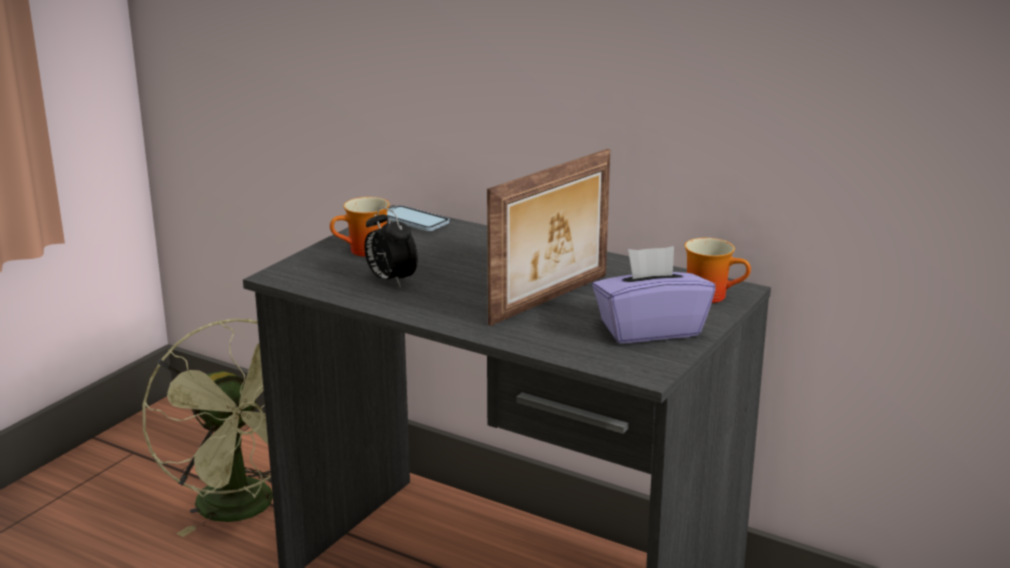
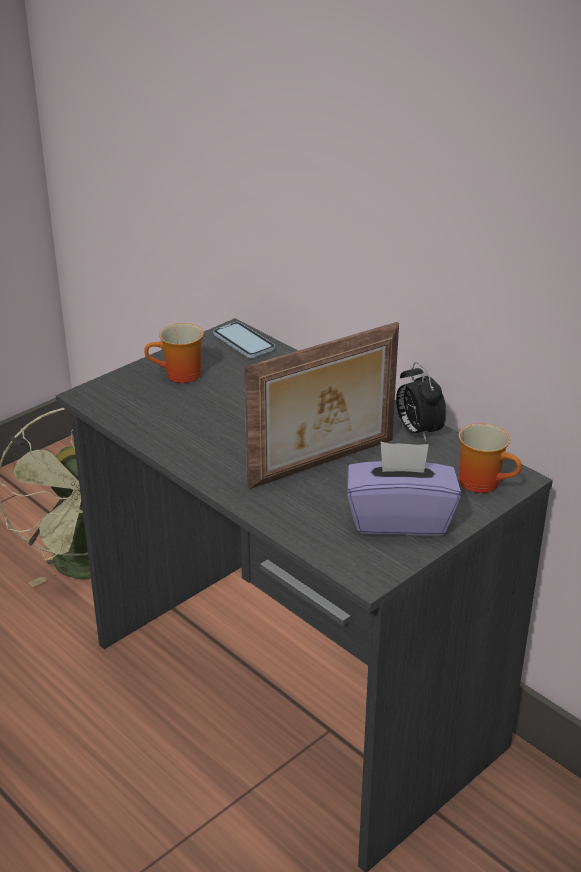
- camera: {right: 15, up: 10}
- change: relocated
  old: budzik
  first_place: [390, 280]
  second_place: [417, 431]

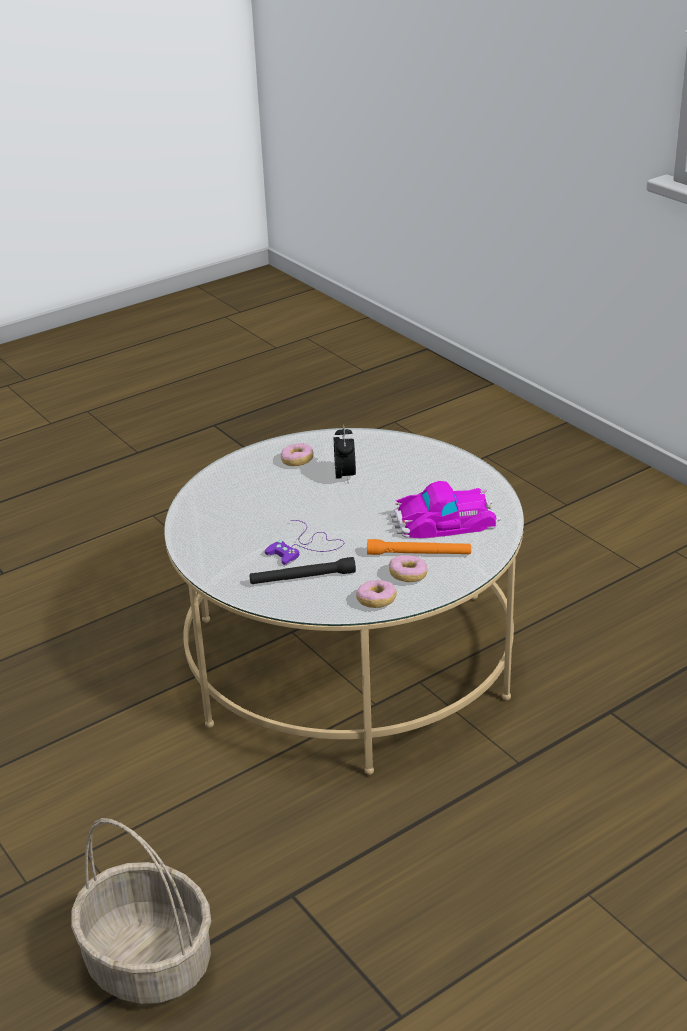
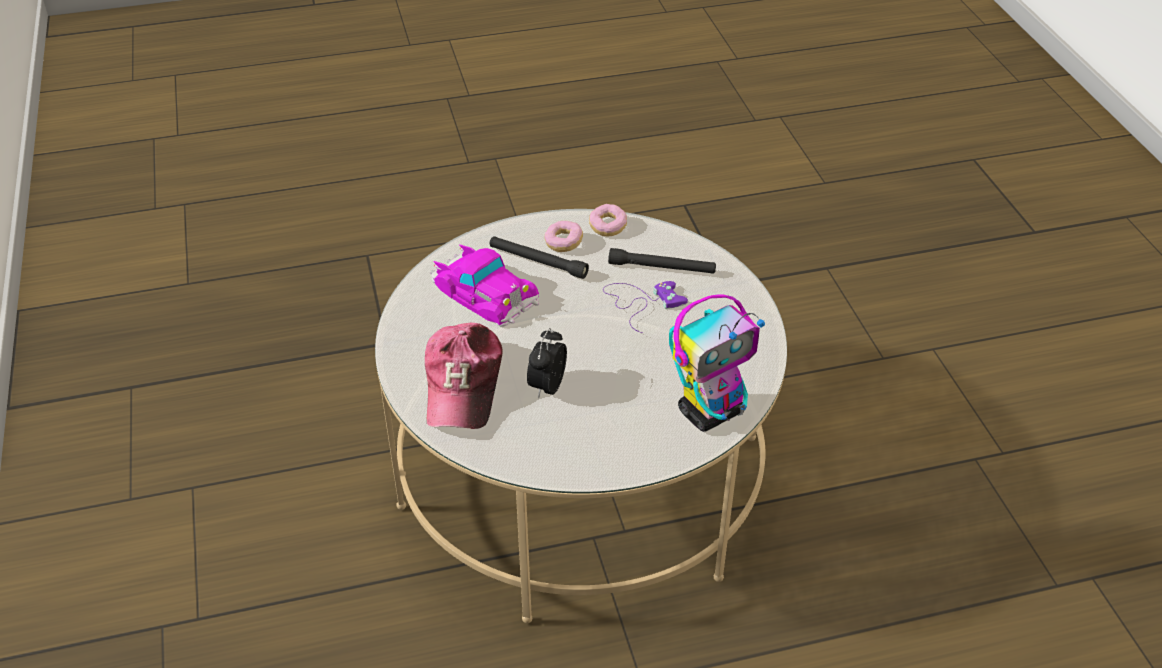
- camera: {right: -160, up: 10}
- change: missing
  old: donut
  first_place: [297, 461]
- change: spun
  old: samochodzik
  first_place: [445, 521]
  second_place: [484, 292]
  degrees: -150
- change: colour
  old: latarka (pomarańczowy)
  new: latarka (czarny)
  first_place: [419, 554]
  second_place: [538, 262]
- change: missing
  old: koszyk
  first_place: [147, 962]
- change: appeared
  new: robot zabawkowy
  second_place: [711, 411]
- change: appeared
  new: czapka z daszkiem
  second_place: [463, 385]

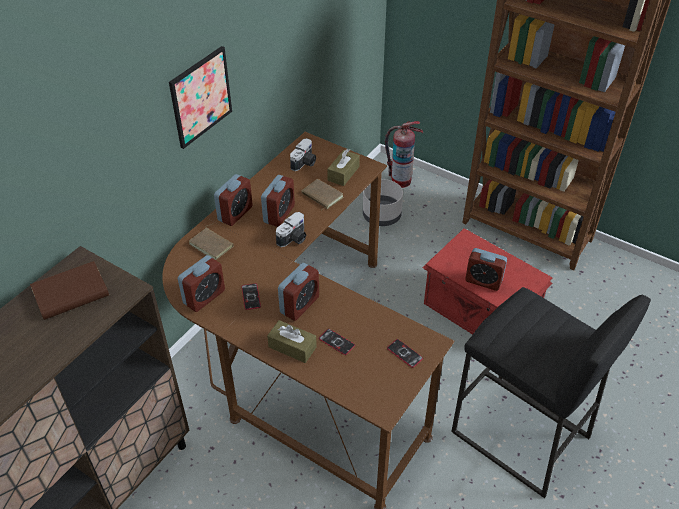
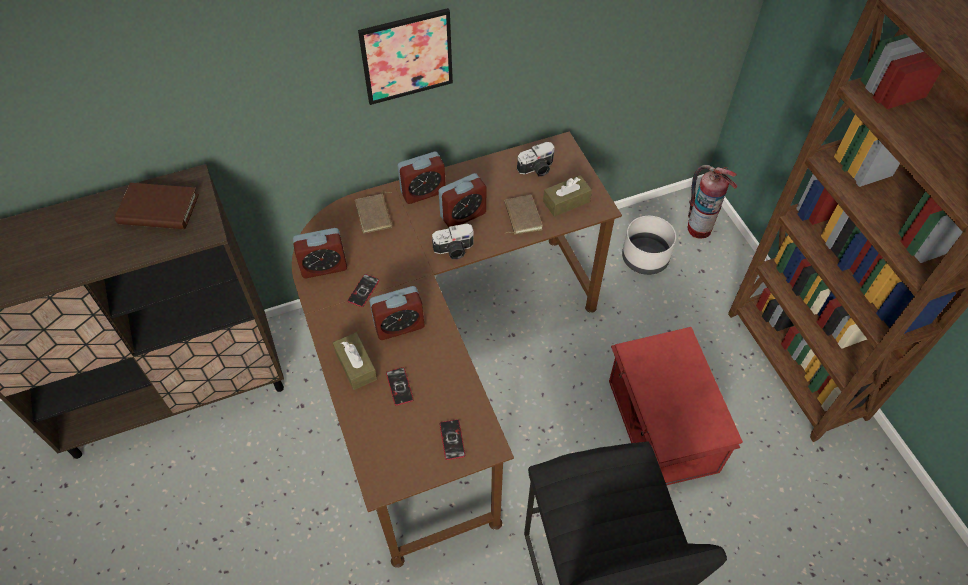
- camera: {right: 35, up: 10}
- change: missing
  old: budzik
  first_place: [483, 281]

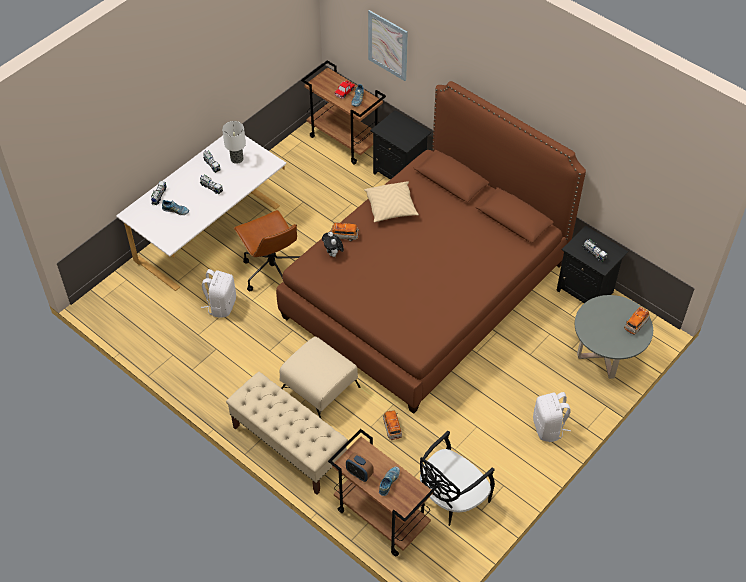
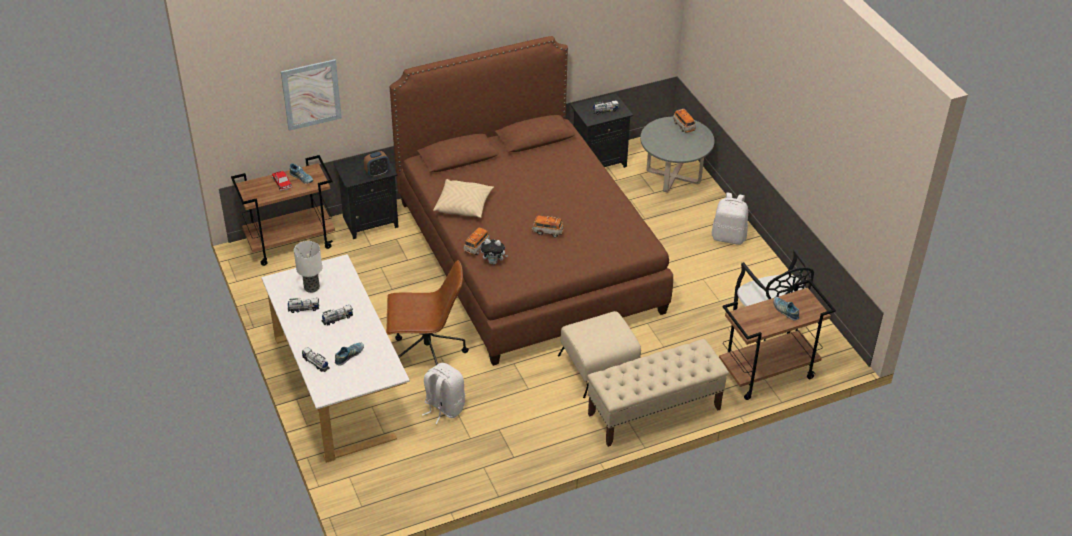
- camera: {right: -65, up: -10}
- change: relocated
  old: samochodzik
  first_place: [392, 428]
  second_place: [547, 232]
- change: relocated
  old: budzik
  first_place: [359, 473]
  second_place: [377, 173]

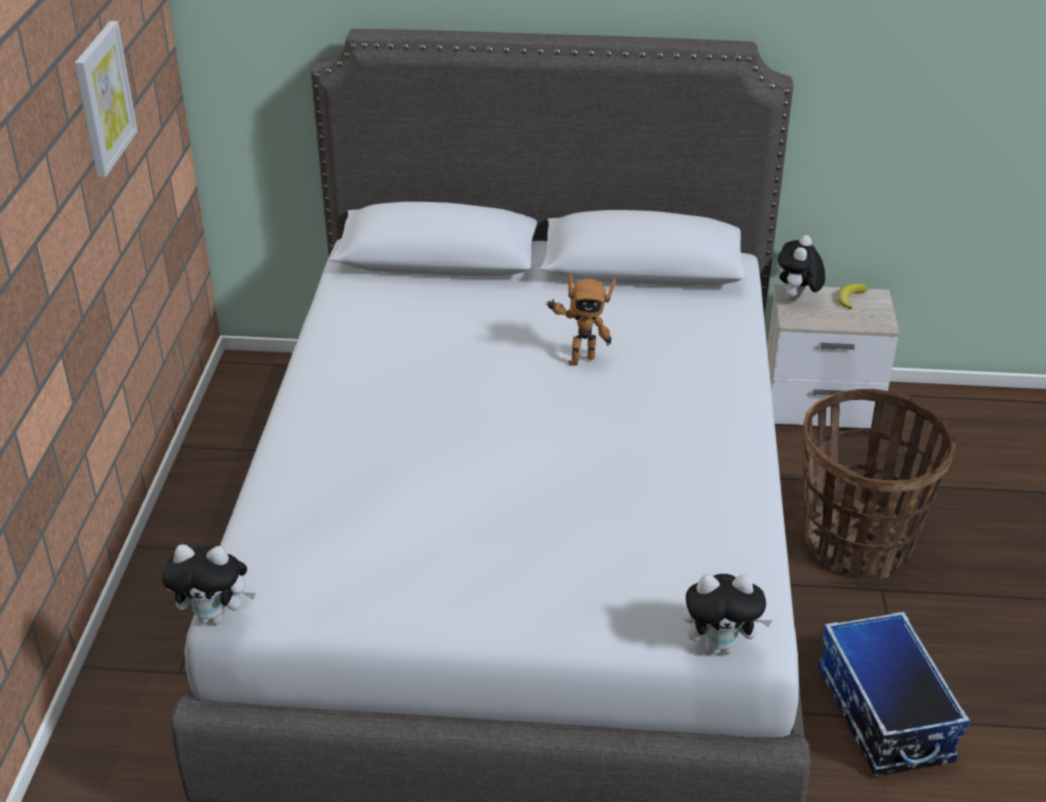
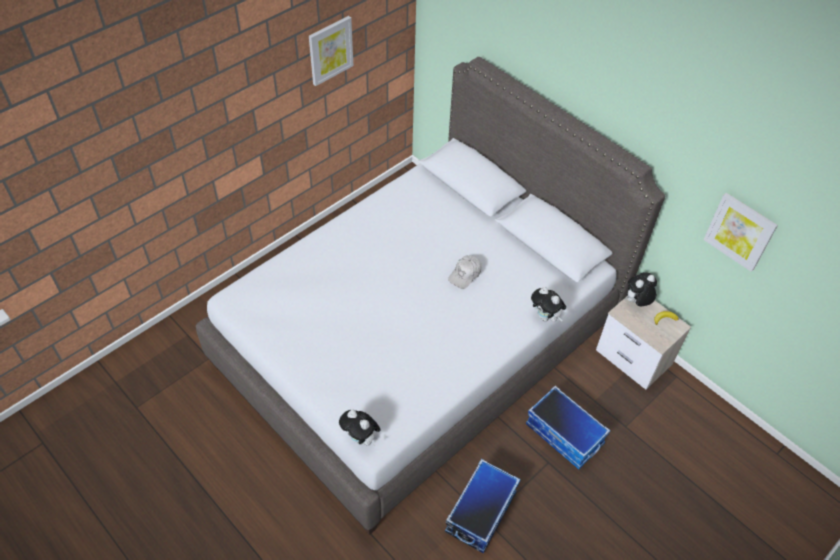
- camera: {right: 40, up: 15}
- change: exchanged
  old: robot zabawkowy
  new: czapka z daszkiem (biały)
  first_place: [579, 359]
  second_place: [465, 275]
- change: exchanged
  old: koszyk
  new: pojemnik do przechowywania
  first_place: [858, 543]
  second_place: [565, 434]
- change: relocated
  old: pluszak
  first_place: [215, 616]
  second_place: [545, 317]
- change: appeared
  new: obraz
  second_place: [740, 231]

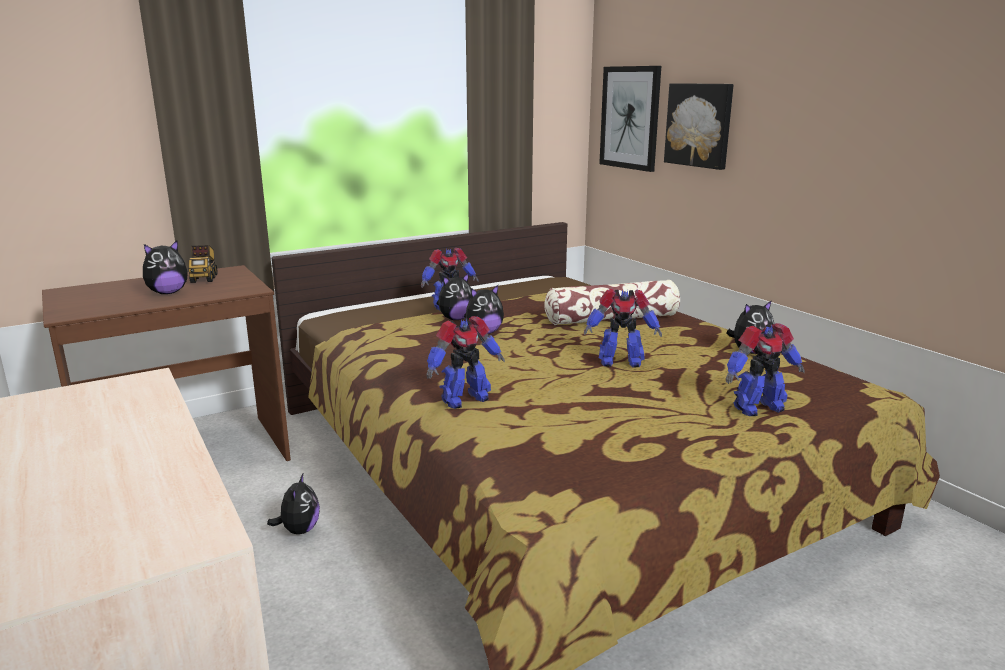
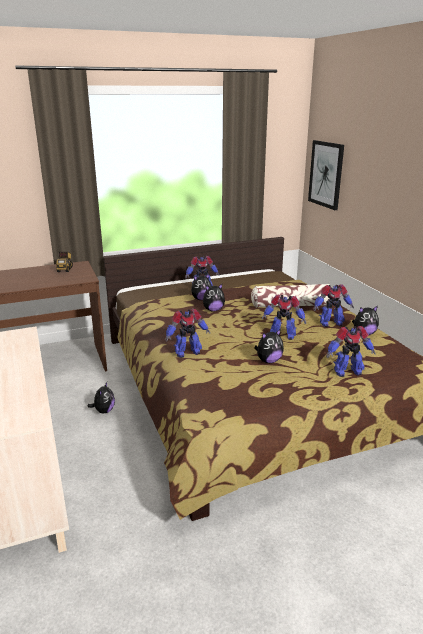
- camera: {right: 10, up: 5}
- change: missing
  old: obraz
  first_place: [699, 125]
- change: relocated
  old: pluszak
  first_place: [168, 293]
  second_place: [268, 361]
- change: appeared
  new: robot zabawkowy
  second_place: [330, 323]

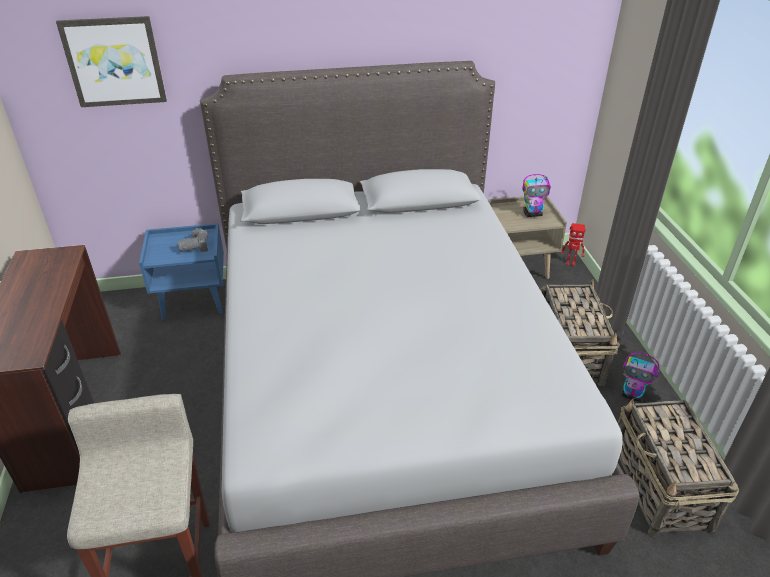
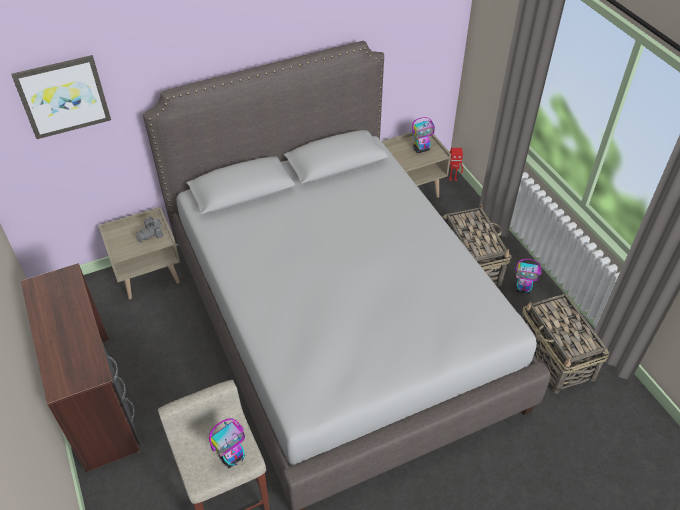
- camera: {right: -15, up: 10}
- change: colour
  old: szafka nocna (niebieski)
  new: szafka nocna (beżowy)
  first_place: [194, 301]
  second_place: [149, 275]
- change: appeared
  new: robot zabawkowy
  second_place: [232, 457]

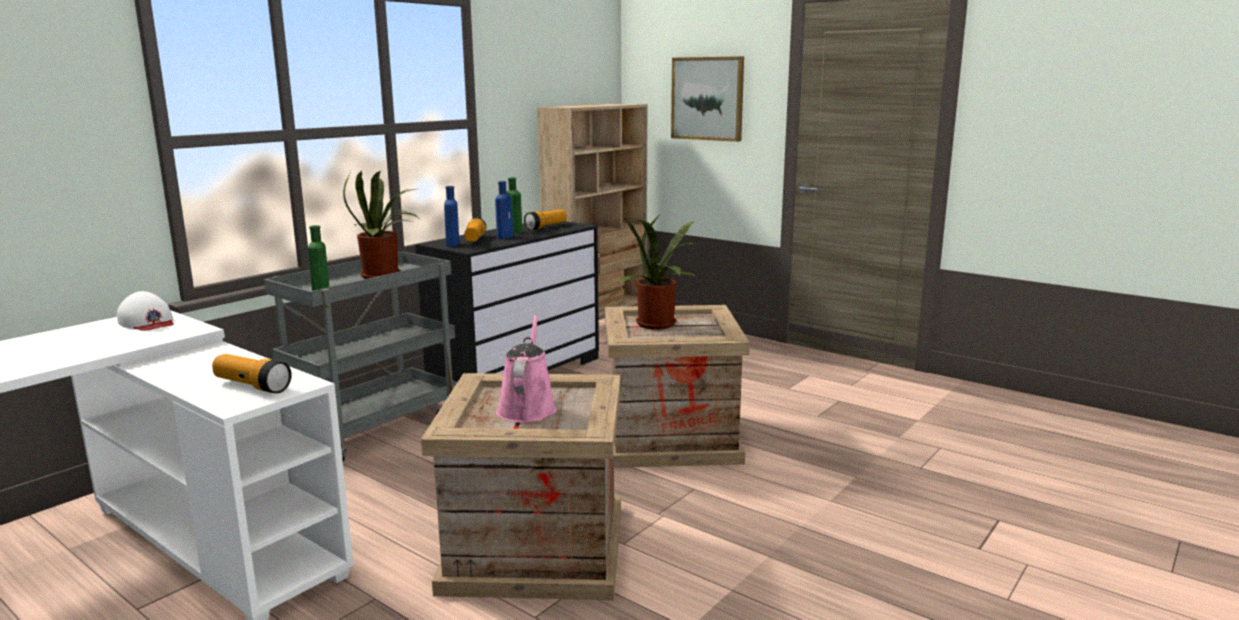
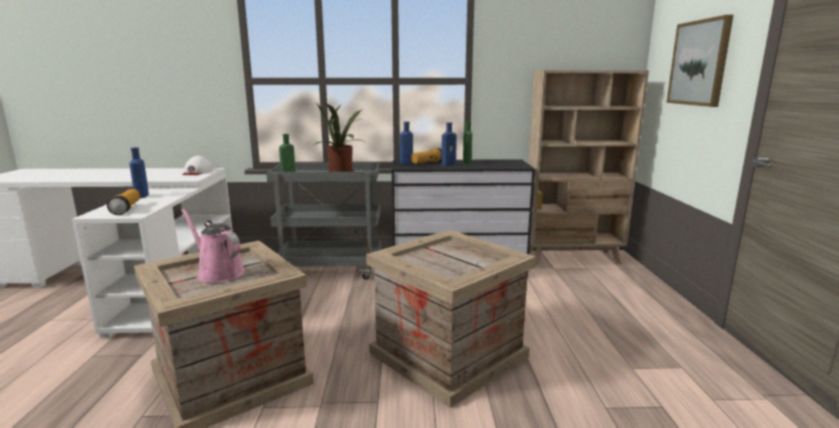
- camera: {right: 50, up: 0}
- change: missing
  old: latarka
  first_place: [546, 227]
- change: missing
  old: roślina doniczkowa
  first_place: [659, 325]
- change: spun
  old: konewka (różowy)
  first_place: [527, 408]
  second_place: [218, 273]
  degrees: -105
- change: appeared
  new: butelka (niebieski)
  second_place: [141, 196]

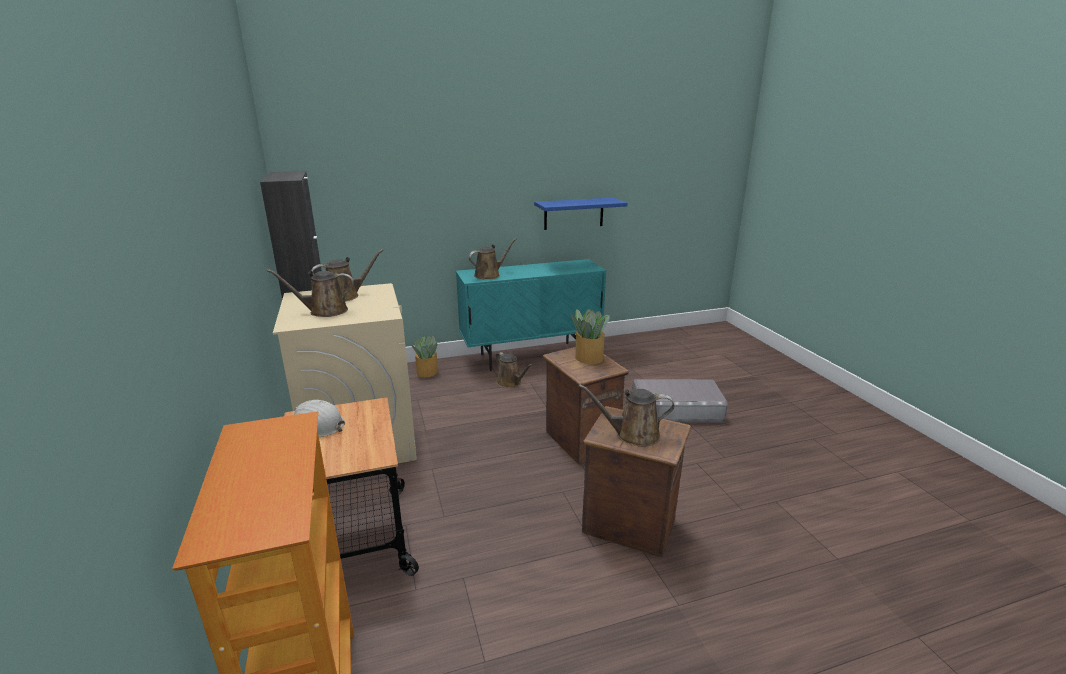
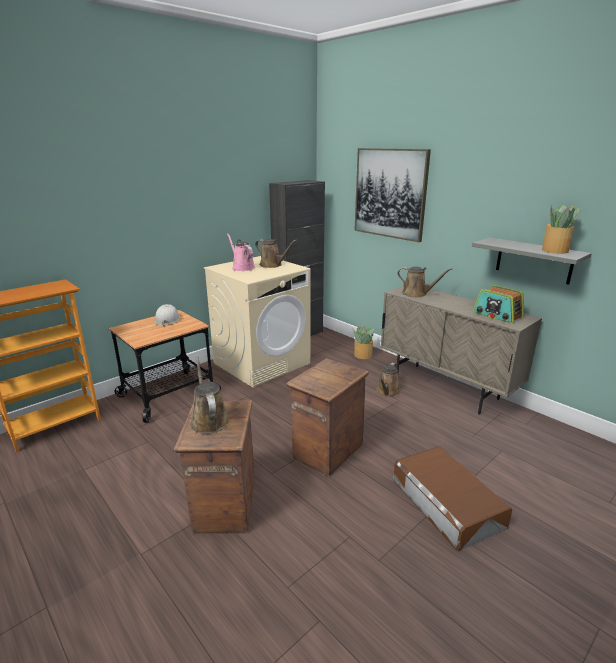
- camera: {right: 65, up: 0}
- change: colour
  old: półka (niebieski)
  new: półka (szary)
  first_place: [573, 213]
  second_place: [534, 260]
- change: colour
  old: szafka (turkusowy)
  new: szafka (beżowy)
  first_place: [531, 356]
  second_place: [445, 388]
- change: colour
  old: konewka (brązowy)
  new: konewka (różowy)
  first_place: [324, 311]
  second_place: [242, 267]
- change: relocated
  old: roślina doniczkowa
  first_place: [588, 357]
  second_place: [555, 250]
- change: colour
  old: pojemnik do przechowywania (szary)
  new: pojemnik do przechowywania (brązowy)
  first_place: [676, 409]
  second_place: [447, 502]
- change: appeared
  new: obraz
  second_place: [390, 193]
- change: appeared
  new: radio
  second_place: [497, 315]

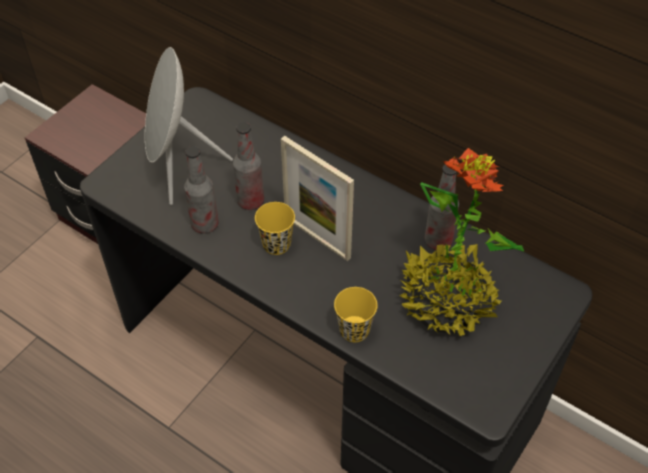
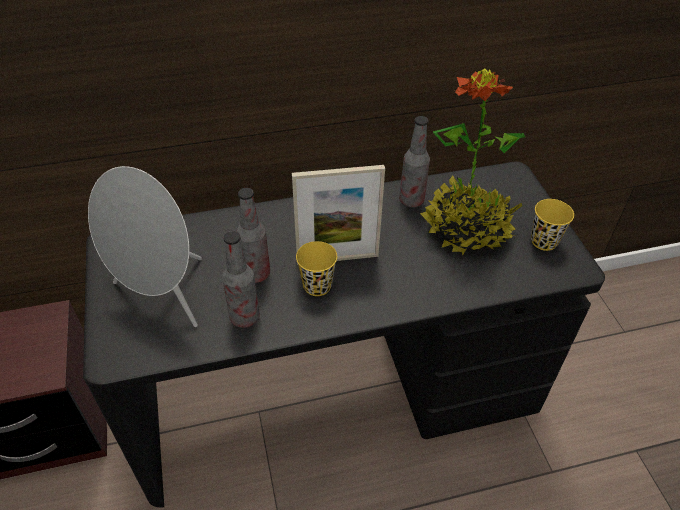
- camera: {right: -50, up: -5}
- change: relocated
  old: filiżanka (żółty)
  first_place: [354, 330]
  second_place: [544, 241]

